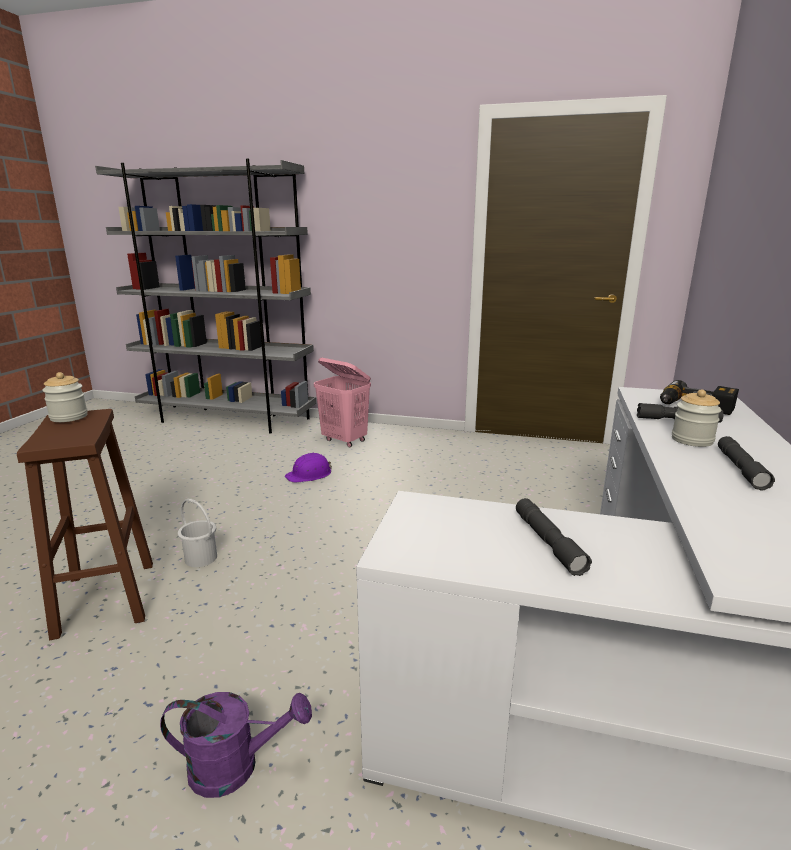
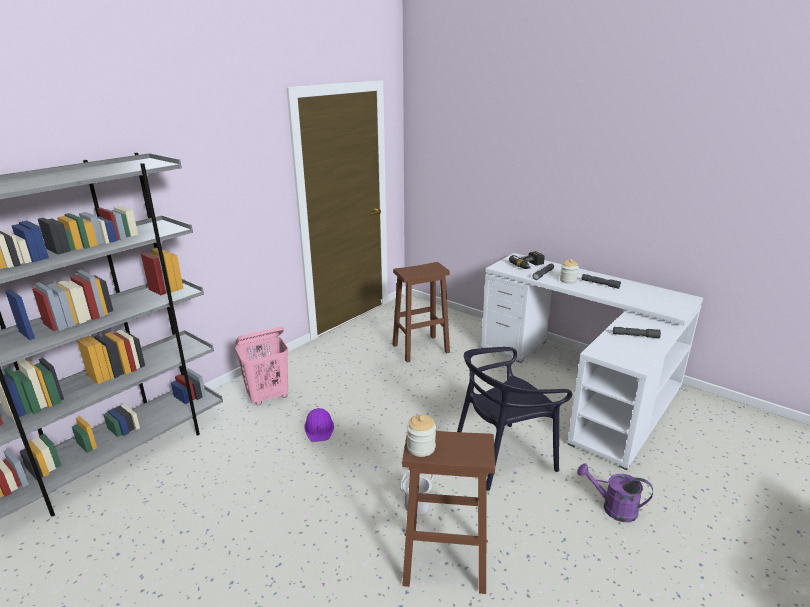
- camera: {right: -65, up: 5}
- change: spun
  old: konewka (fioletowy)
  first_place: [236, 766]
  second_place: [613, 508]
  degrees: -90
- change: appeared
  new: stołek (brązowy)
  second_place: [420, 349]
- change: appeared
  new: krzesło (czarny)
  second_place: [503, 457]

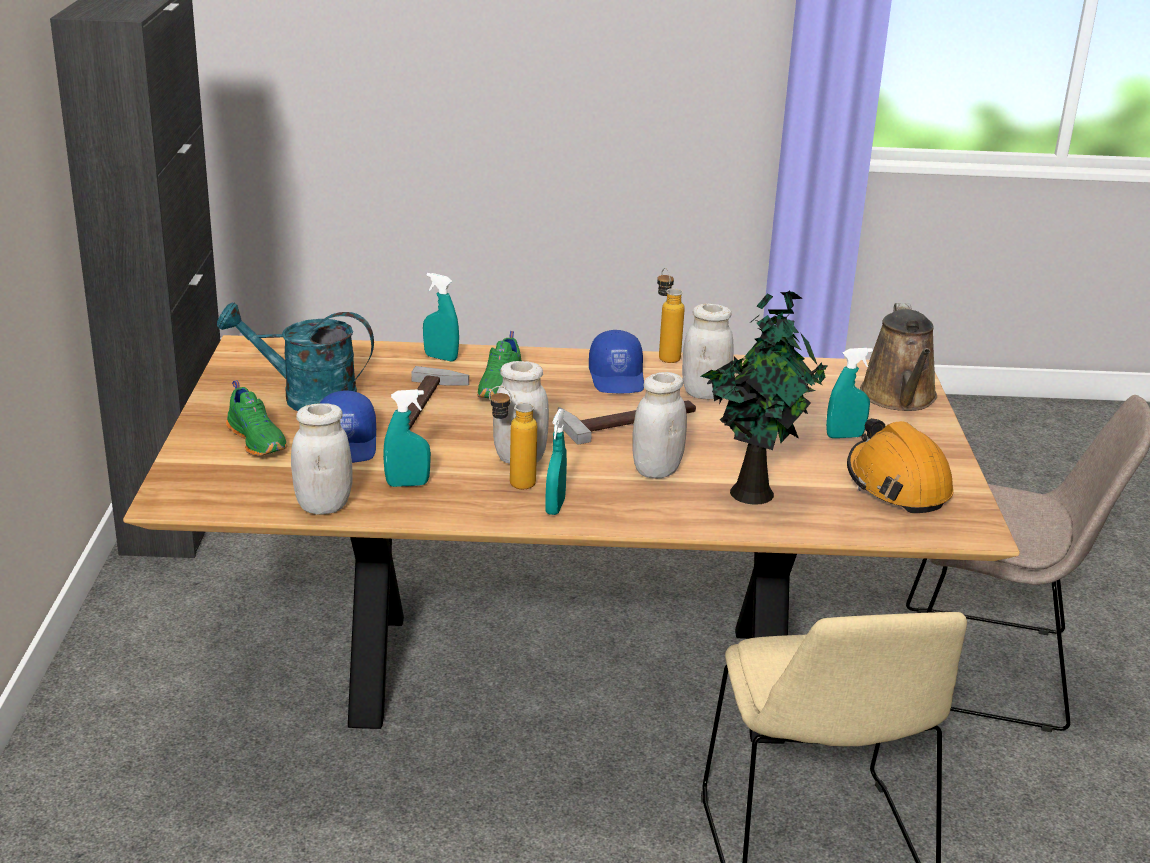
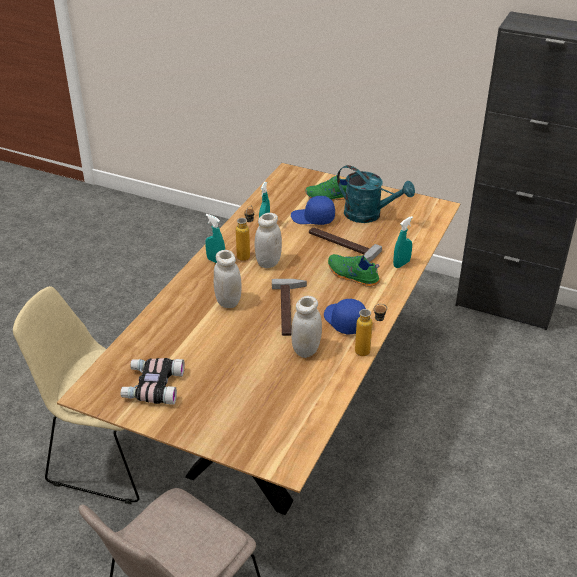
- camera: {right: 115, up: 10}
- change: missing
  old: roślina doniczkowa
  first_place: [752, 491]
- change: spun
  old: konewka (turkusowy)
  first_place: [306, 398]
  second_place: [369, 215]
  degrees: 90
- change: missing
  old: konewka (brązowy)
  first_place: [899, 398]
- change: spun
  old: czapka z daszkiem (niebieski)
  first_place: [618, 378]
  second_place: [344, 321]
  degrees: 45
- change: missing
  old: spryskiwacz (turkusowy)
  first_place: [844, 436]
- change: missing
  old: słoik (biały)
  first_place: [323, 506]
- change: exchanged
  old: kask (pomarańczowy)
  new: lornetka
  first_place: [897, 484]
  second_place: [152, 386]

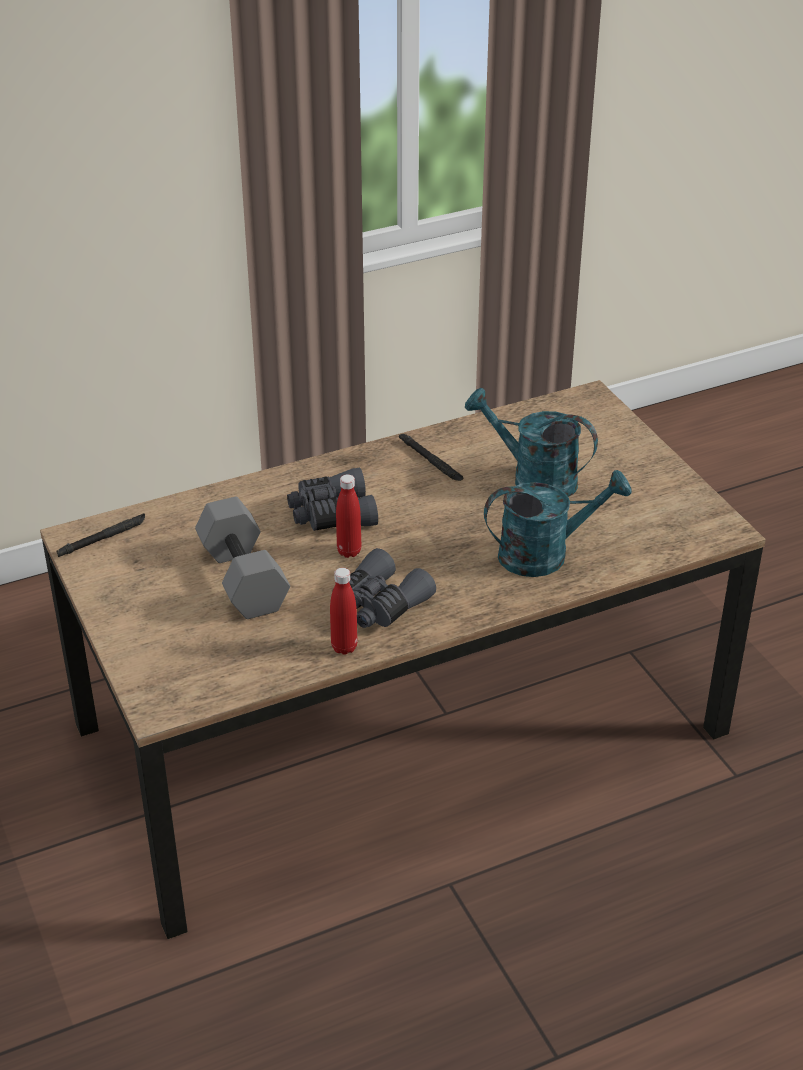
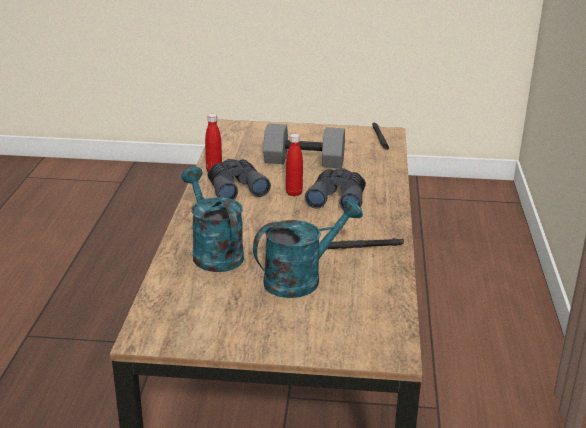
- camera: {right: 120, up: -10}
- change: spun
  old: konewka (turkusowy)
  first_place: [545, 554]
  second_place: [213, 252]
  degrees: 135

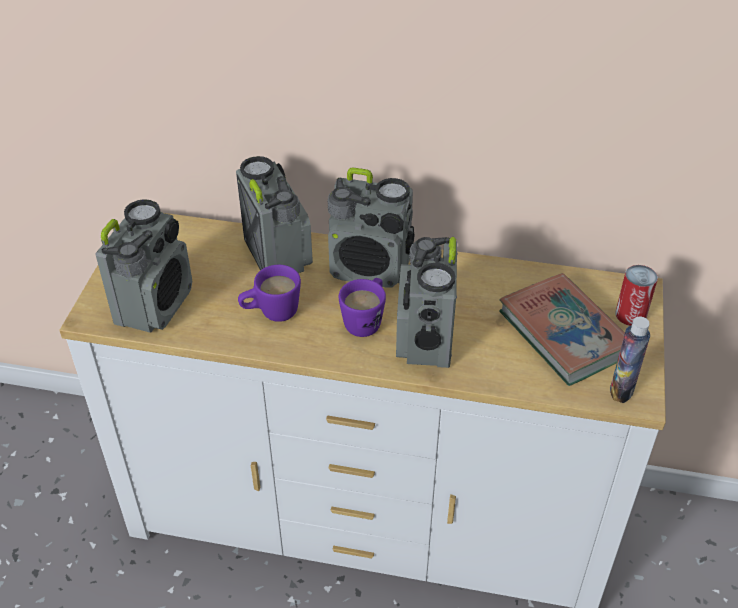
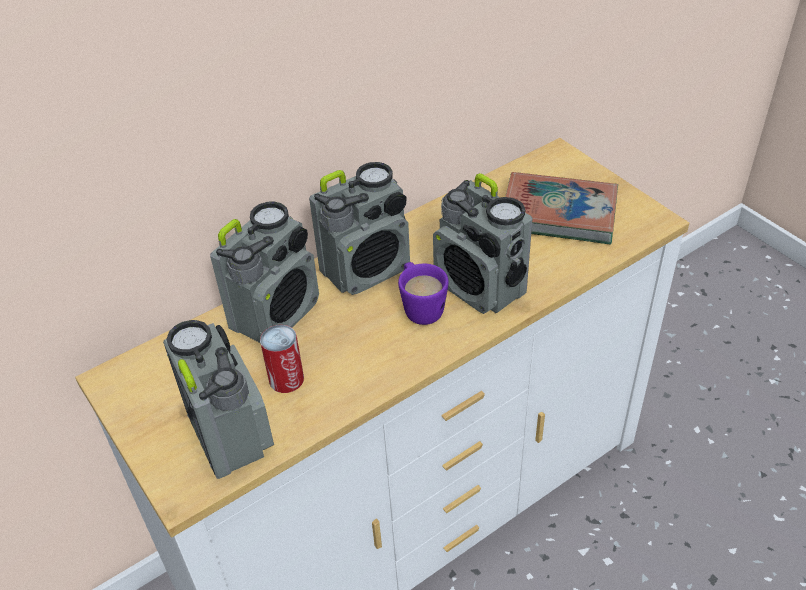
- camera: {right: -45, up: 0}
- change: spun
  old: radio
  first_place: [277, 255]
  second_place: [276, 313]
  degrees: 105
- change: missing
  old: kubek (fioletowy)
  first_place: [271, 313]
- change: relocated
  old: puszka
  first_place: [630, 315]
  second_place: [286, 379]
- change: missing
  old: butelka
  first_place: [621, 389]

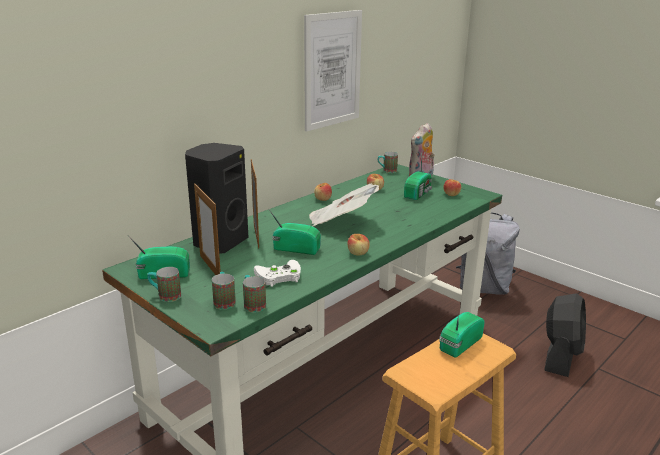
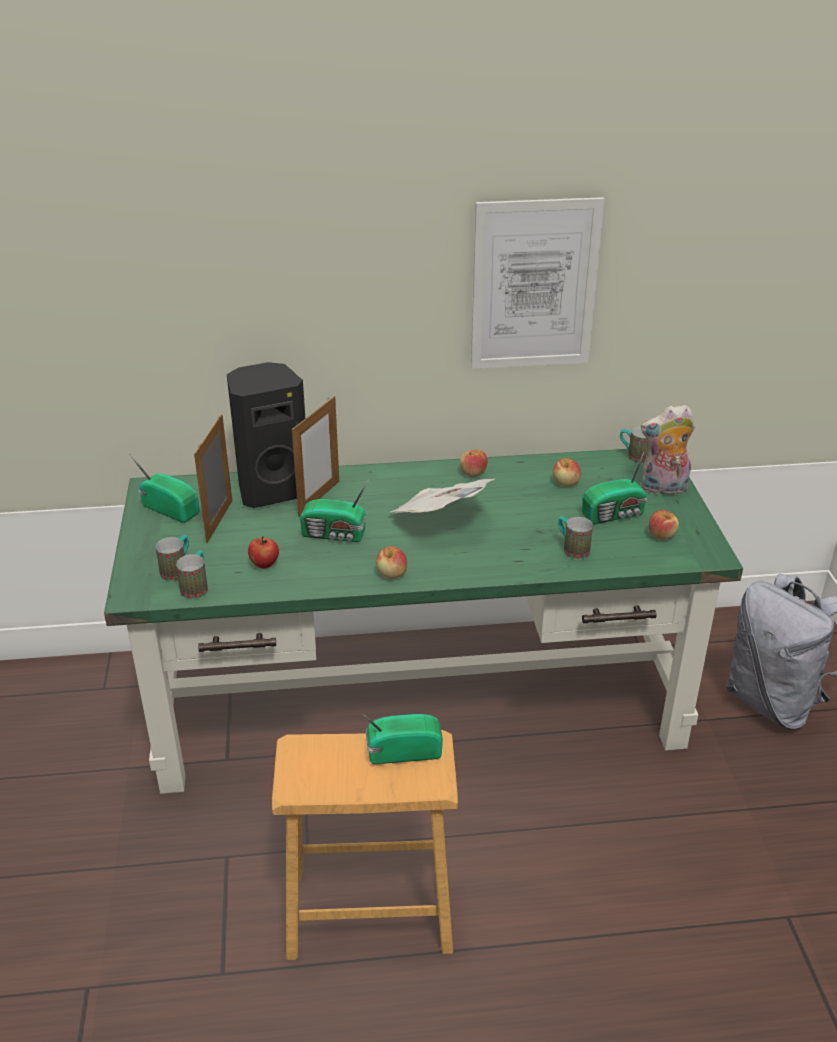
- camera: {right: 40, up: 10}
- change: spun
  old: radio
  first_place: [295, 248]
  second_place: [335, 535]
  degrees: 135
- change: exchanged
  old: pad do gier (biały)
  new: jabłko
  first_place: [277, 276]
  second_place: [264, 564]
- change: relocated
  old: kubek
  first_place: [165, 296]
  second_place: [572, 549]
- change: missing
  old: wentylator (czarny)
  first_place: [560, 355]

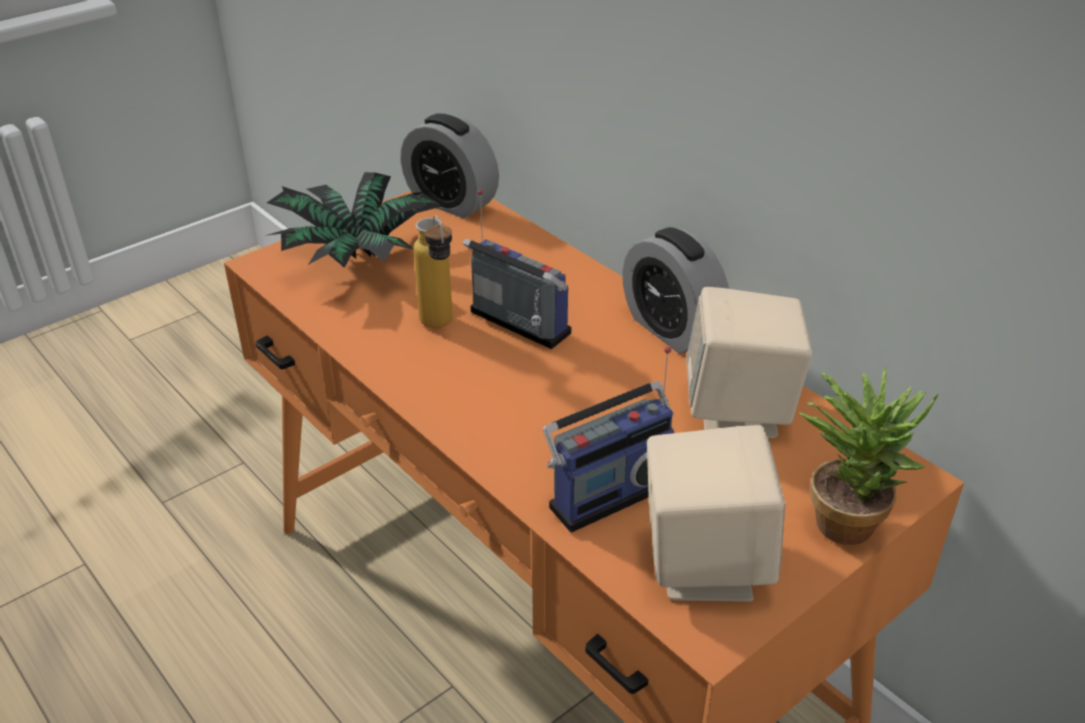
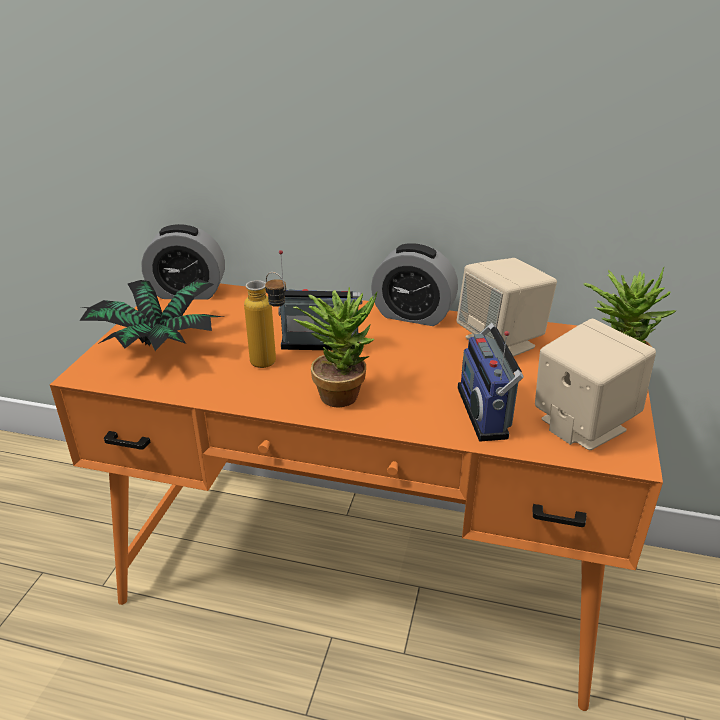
- camera: {right: -35, up: -5}
- change: spun
  old: radio
  first_place: [607, 492]
  second_place: [487, 412]
  degrees: 150
- change: appeared
  new: roślina doniczkowa
  second_place: [341, 391]

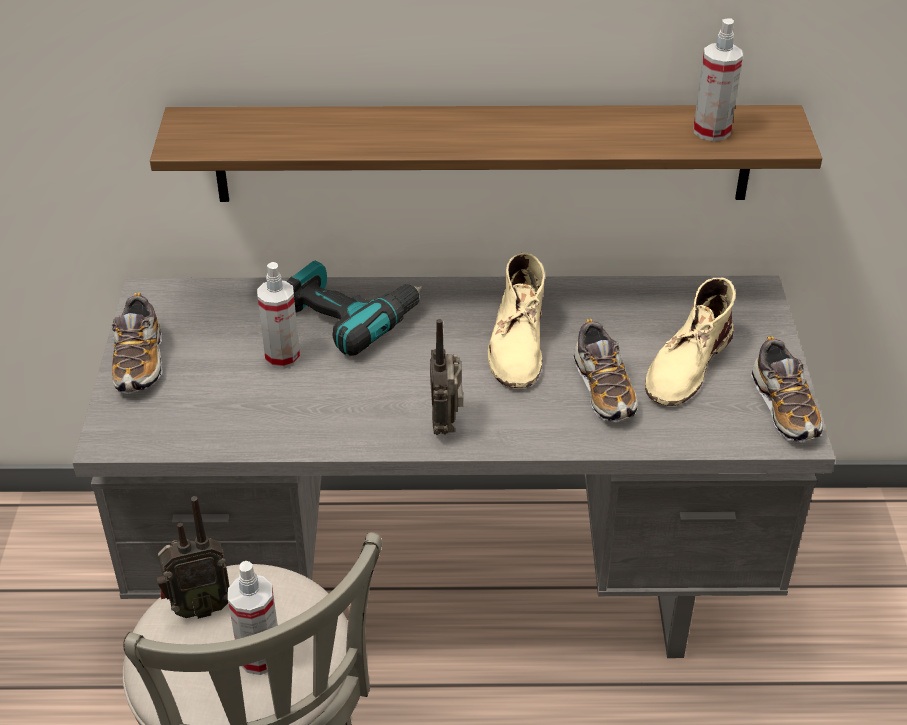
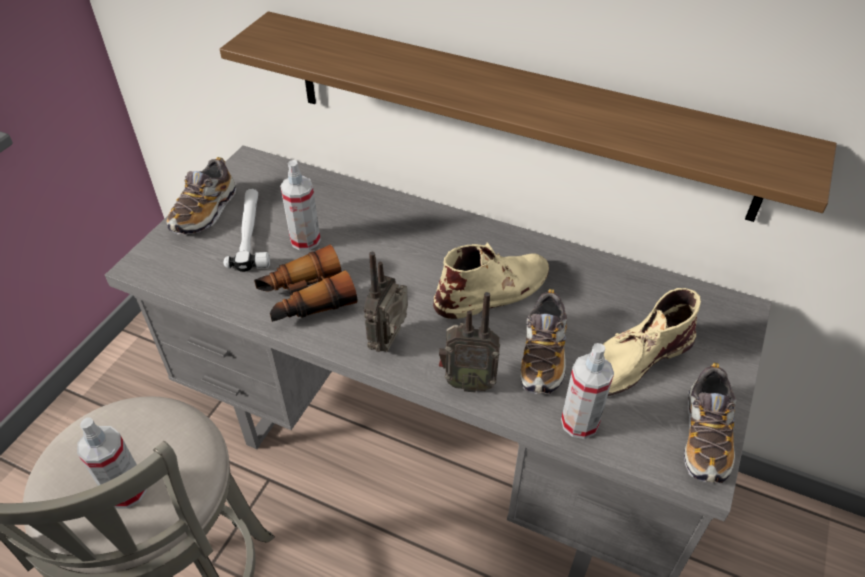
- camera: {right: 25, up: 5}
- change: relocated
  old: spryskiwacz
  first_place: [711, 131]
  second_place: [579, 423]
- change: spun
  old: but z cholewką (beżowy)
  first_place: [517, 344]
  second_place: [494, 290]
  degrees: -150
- change: missing
  old: wiertarka
  first_place: [352, 316]
- change: relocated
  old: radio
  first_place: [198, 607]
  second_place: [467, 382]
- change: appeared
  new: młotek
  second_place: [251, 232]
- change: appeared
  new: lornetka
  second_place: [305, 298]

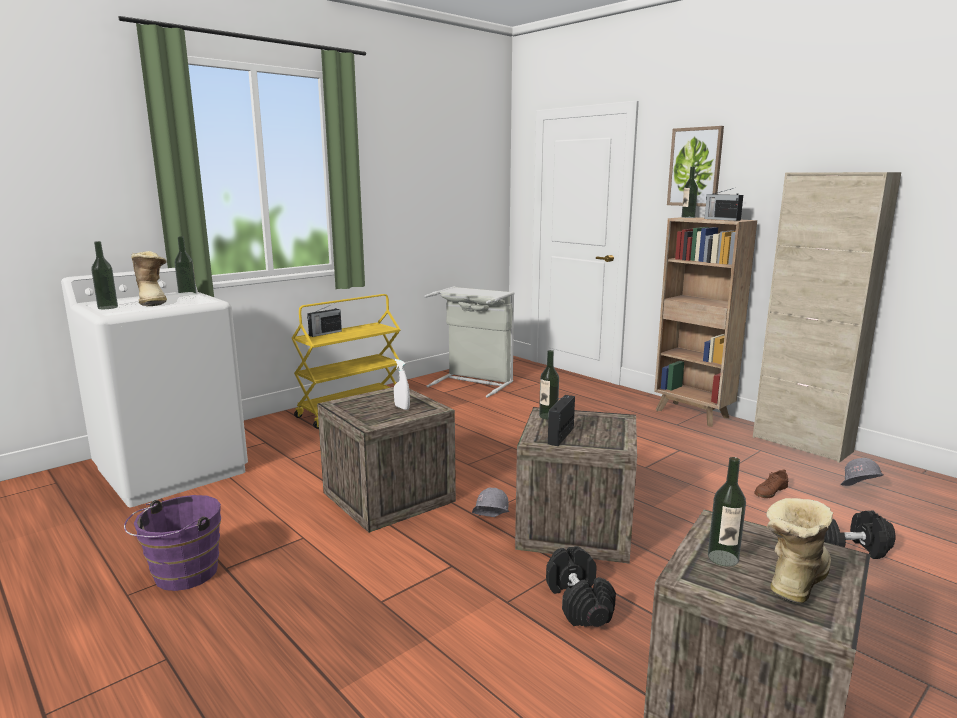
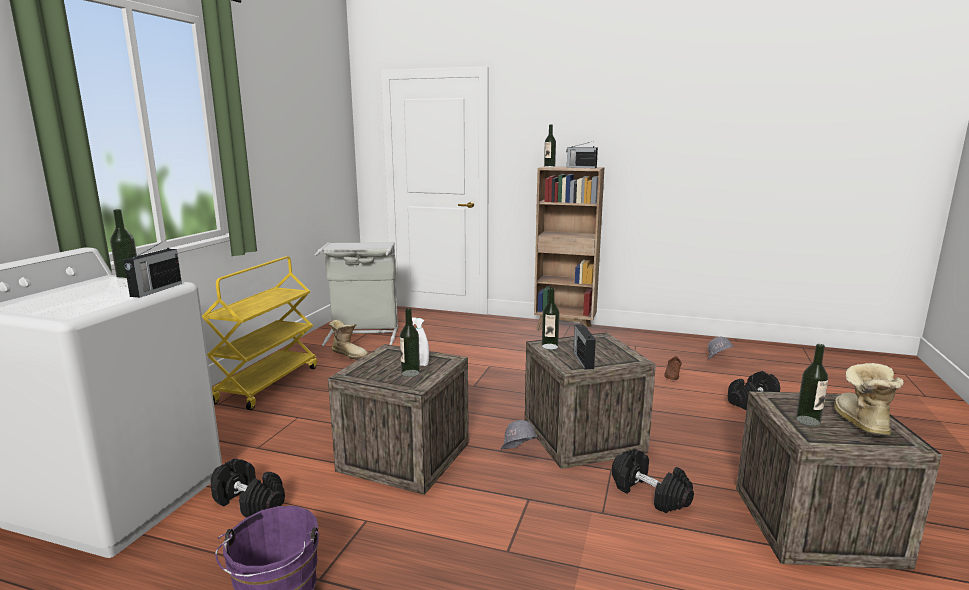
- camera: {right: -30, up: 0}
- change: missing
  old: obraz
  first_place: [695, 167]
- change: missing
  old: szafka (beżowy)
  first_place: [801, 444]
- change: relocated
  old: butelka
  first_place: [107, 307]
  second_place: [410, 373]
- change: relocated
  old: but z cholewką
  first_place: [153, 301]
  second_place: [349, 354]
- change: relocated
  old: radio
  first_place: [324, 333]
  second_place: [155, 290]
- change: appeared
  new: hantel (czarny)
  second_place: [249, 502]

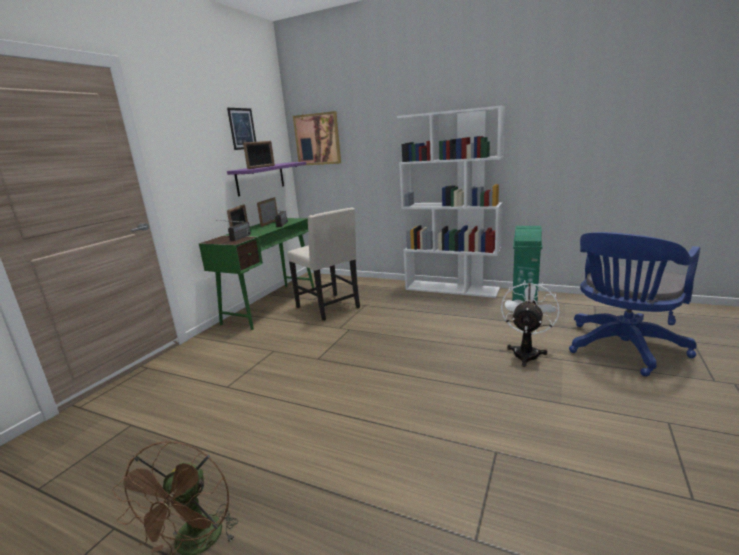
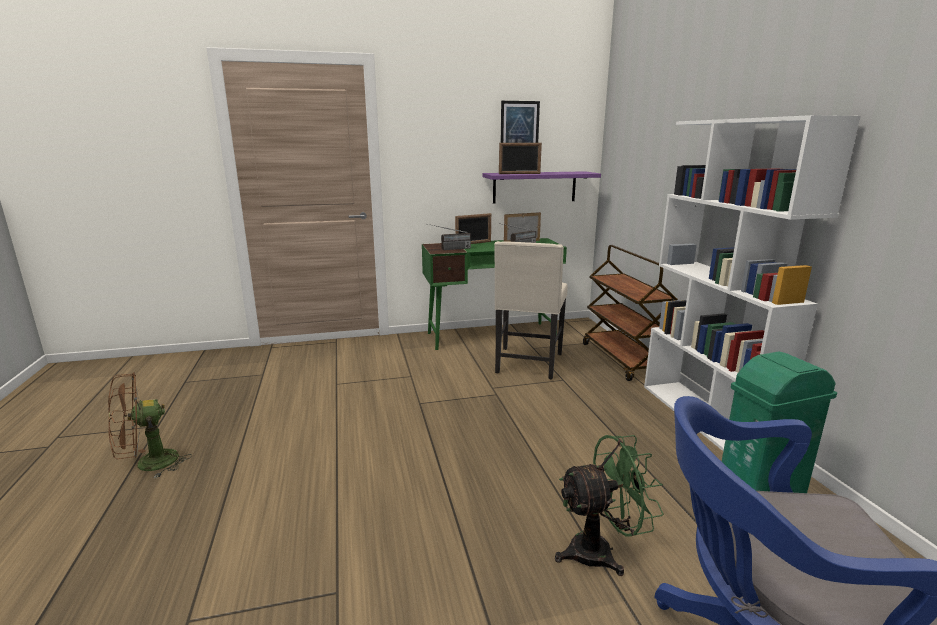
- camera: {right: 50, up: 0}
- change: missing
  old: obraz
  first_place: [317, 139]
- change: colour
  old: wentylator (biały)
  new: wentylator (zielony)
  first_place: [526, 352]
  second_place: [601, 551]
- change: appeared
  new: wózek (brązowy)
  second_place: [623, 360]

